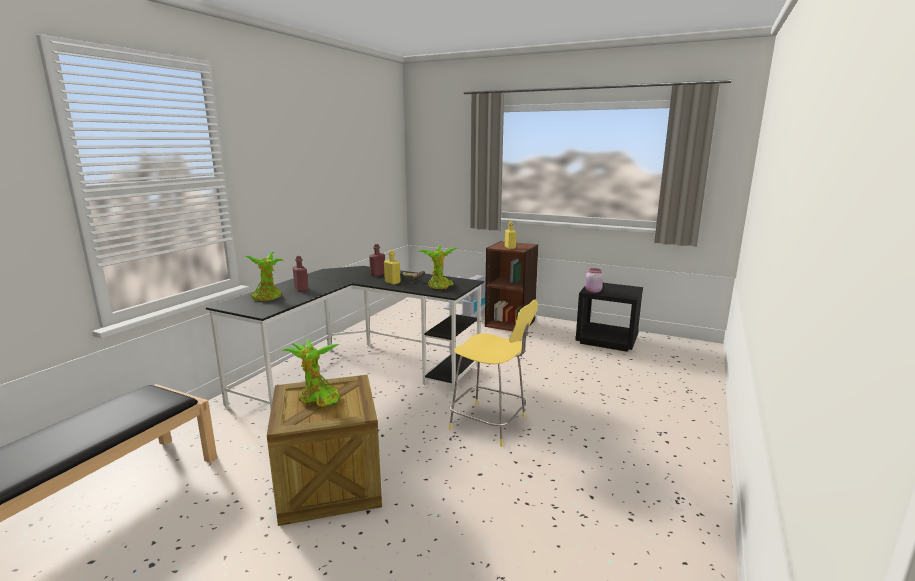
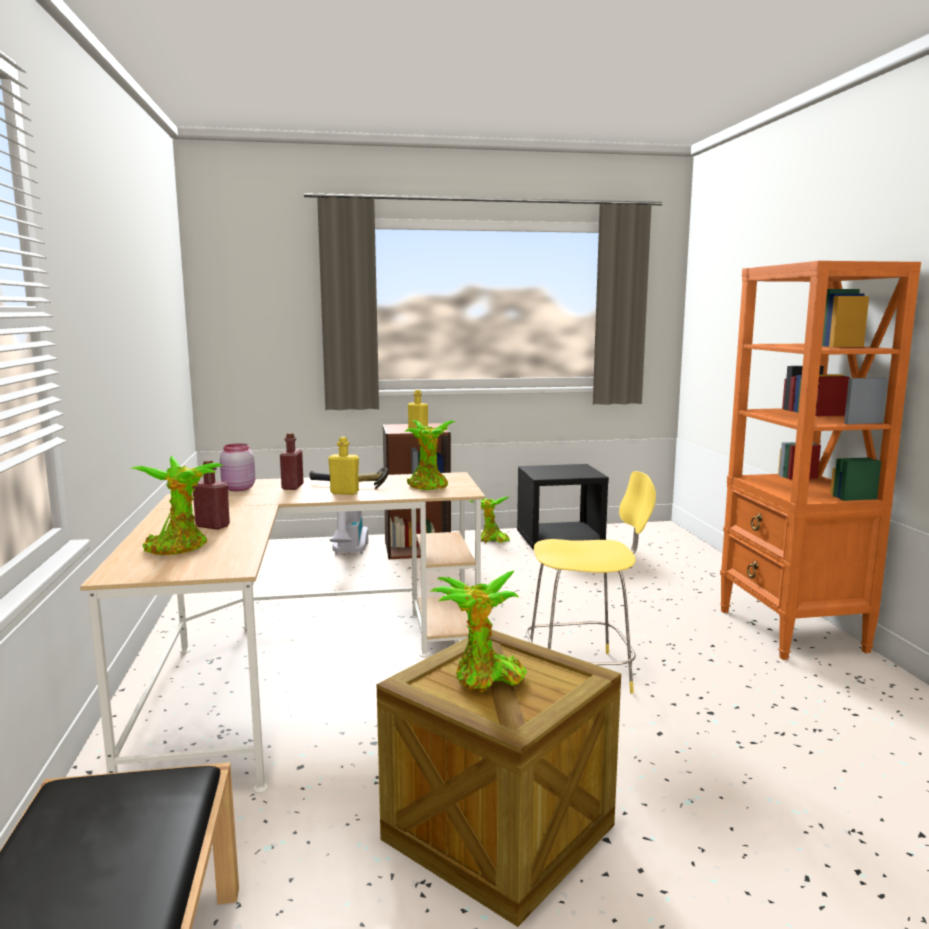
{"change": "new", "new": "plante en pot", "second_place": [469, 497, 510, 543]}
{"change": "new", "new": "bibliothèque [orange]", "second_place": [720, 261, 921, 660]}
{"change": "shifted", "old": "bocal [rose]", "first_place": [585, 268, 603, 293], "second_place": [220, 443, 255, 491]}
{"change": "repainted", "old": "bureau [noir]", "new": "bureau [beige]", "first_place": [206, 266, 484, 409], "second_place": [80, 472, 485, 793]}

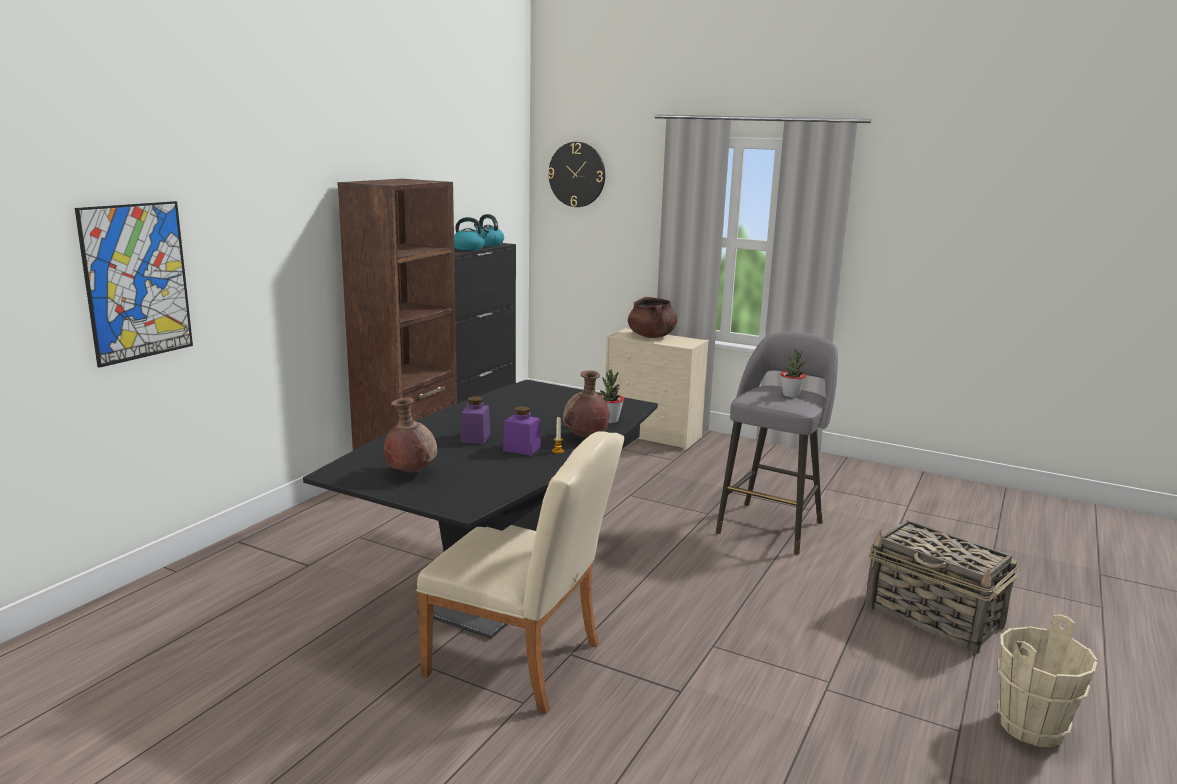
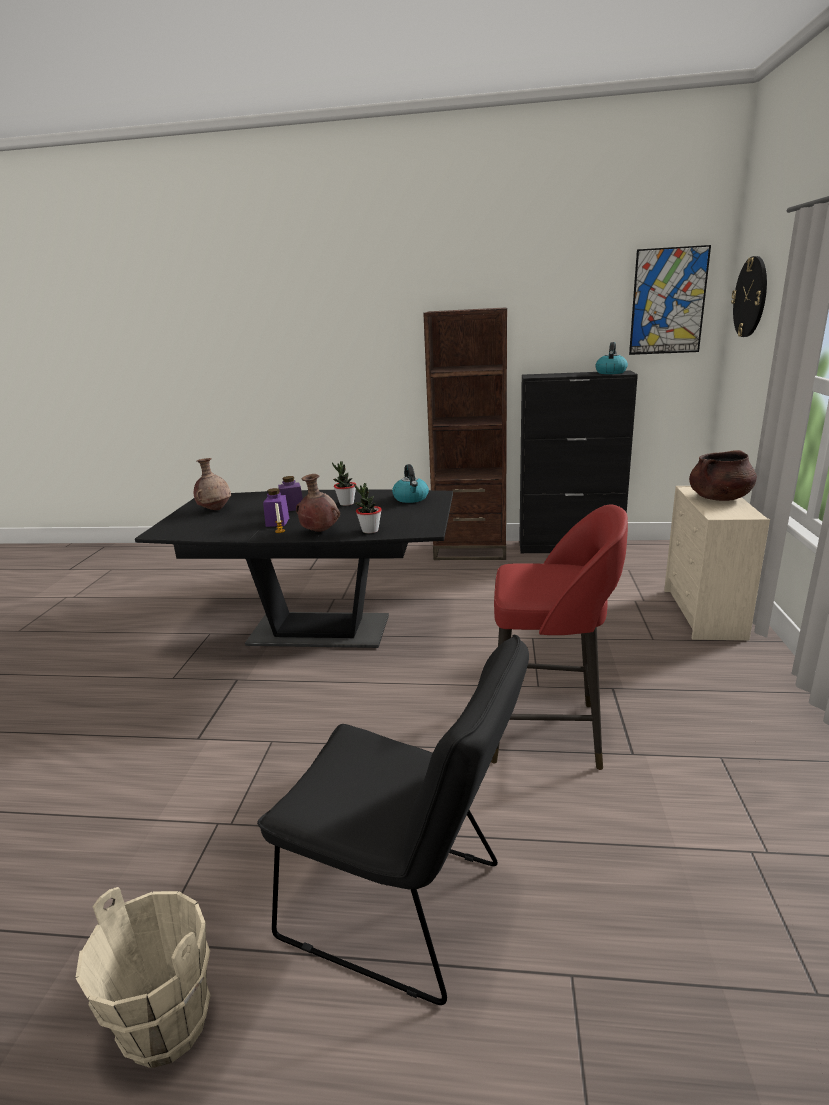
{"change": "gone", "old": "chaise [beige]", "first_place": [416, 431, 624, 714]}
{"change": "shifted", "old": "tableau", "first_place": [75, 201, 193, 368], "second_place": [629, 245, 711, 355]}
{"change": "shifted", "old": "bouilloire", "first_place": [454, 217, 489, 250], "second_place": [392, 464, 429, 503]}
{"change": "shifted", "old": "plante en pot", "first_place": [780, 349, 806, 397], "second_place": [332, 461, 356, 506]}
{"change": "swapped", "old": "panier", "new": "chaise [noir]", "first_place": [865, 520, 1019, 654], "second_place": [257, 635, 529, 1005]}
{"change": "repainted", "old": "tabouret [gris]", "new": "tabouret [rouge]", "first_place": [716, 332, 838, 555], "second_place": [491, 505, 628, 770]}

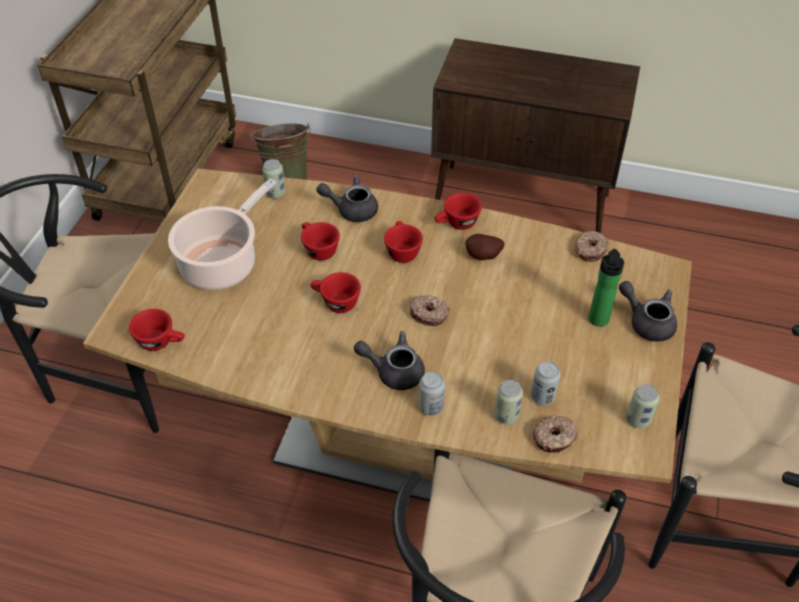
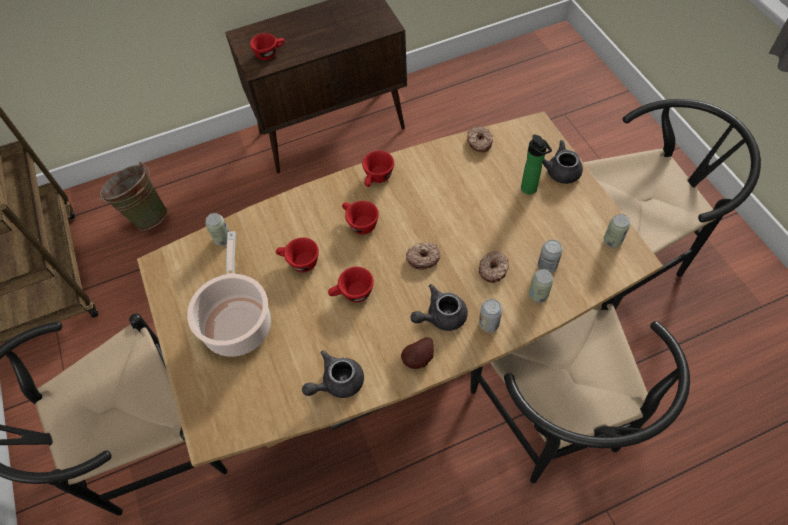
{"change": "shifted", "old": "tasse [rouge]", "first_place": [129, 309, 185, 351], "second_place": [250, 33, 285, 60]}
{"change": "shifted", "old": "théière [gris]", "first_place": [316, 175, 378, 222], "second_place": [302, 350, 364, 398]}
{"change": "shifted", "old": "pomme de terre", "first_place": [466, 234, 504, 260], "second_place": [401, 337, 434, 369]}
{"change": "shifted", "old": "beignet", "first_place": [533, 416, 579, 453], "second_place": [479, 251, 509, 283]}

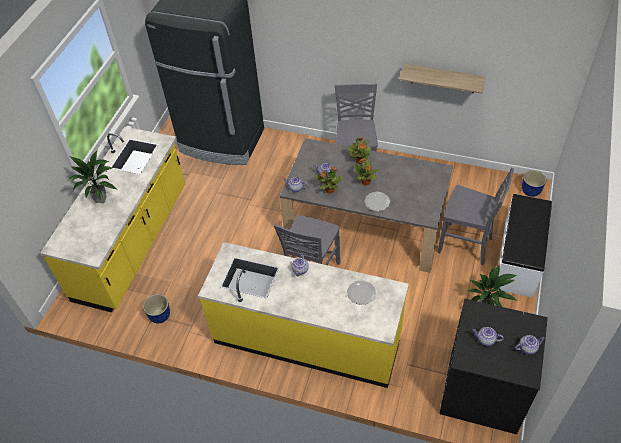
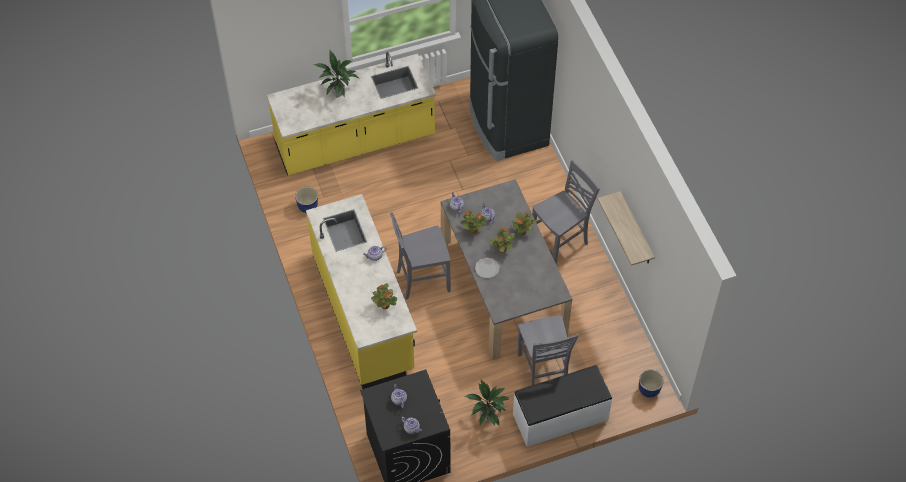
{"change": "swapped", "old": "assiette", "new": "plante en pot", "first_place": [347, 280, 376, 305], "second_place": [371, 283, 397, 309]}

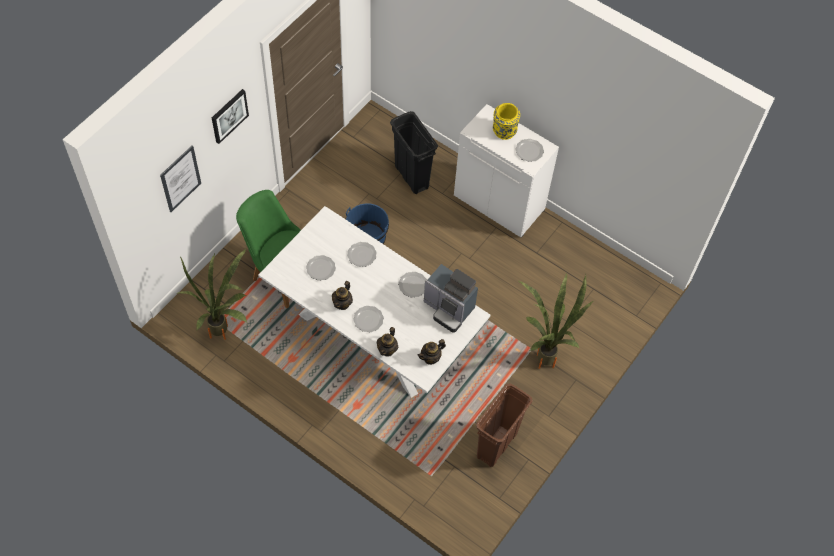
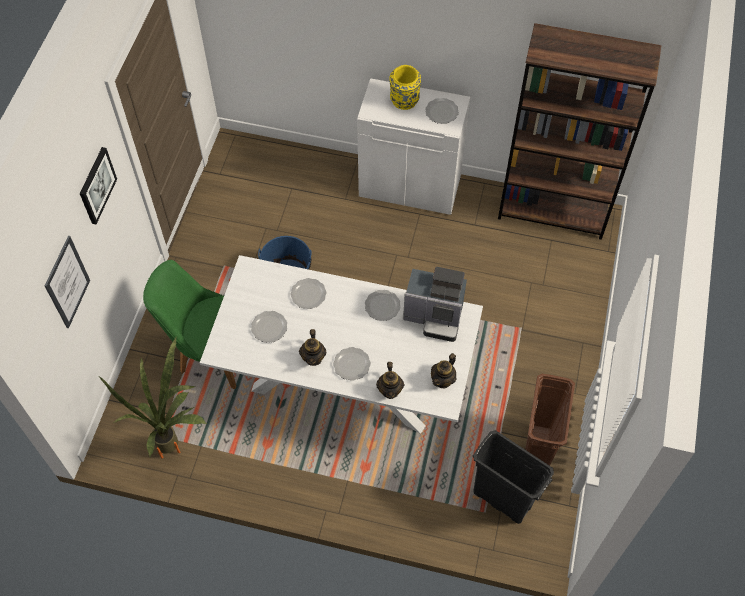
{"change": "gone", "old": "plante en pot", "first_place": [519, 273, 593, 369]}
{"change": "new", "new": "bibliothèque [marron]", "second_place": [498, 23, 662, 240]}
{"change": "shifted", "old": "poubelle [noir]", "first_place": [390, 111, 438, 194], "second_place": [473, 430, 554, 524]}

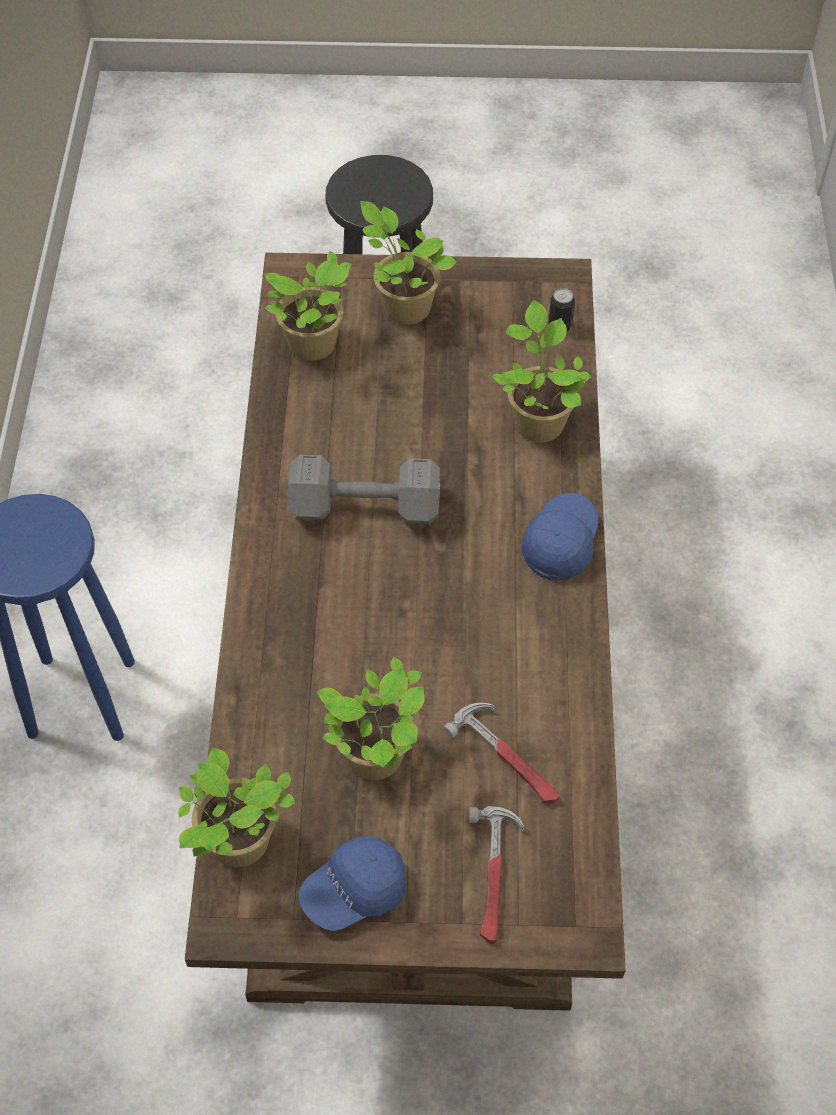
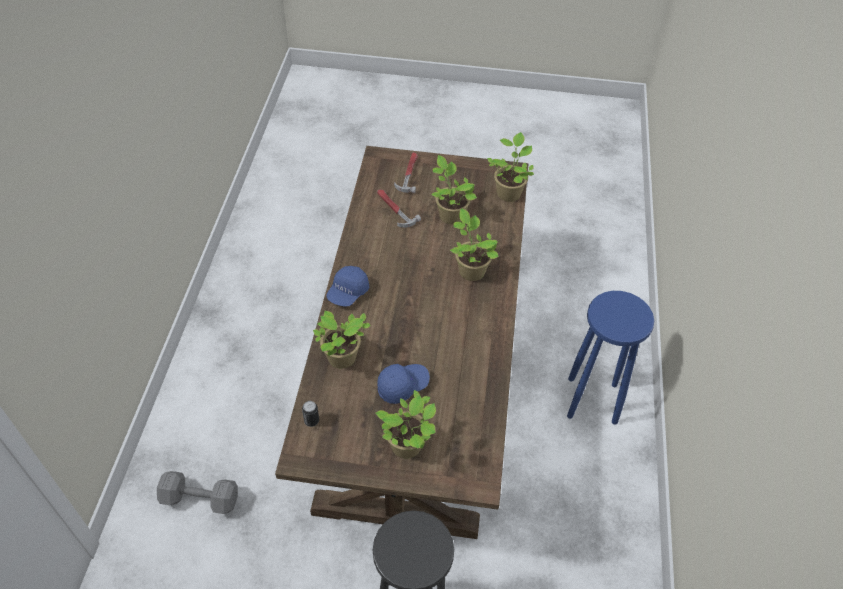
{"change": "shifted", "old": "plante en pot", "first_place": [264, 251, 352, 361], "second_place": [450, 208, 499, 281]}
{"change": "shifted", "old": "haltère [gris]", "first_place": [288, 455, 440, 525], "second_place": [157, 471, 238, 514]}
{"change": "shifted", "old": "casquette [bleu]", "first_place": [299, 836, 406, 931], "second_place": [377, 364, 430, 404]}

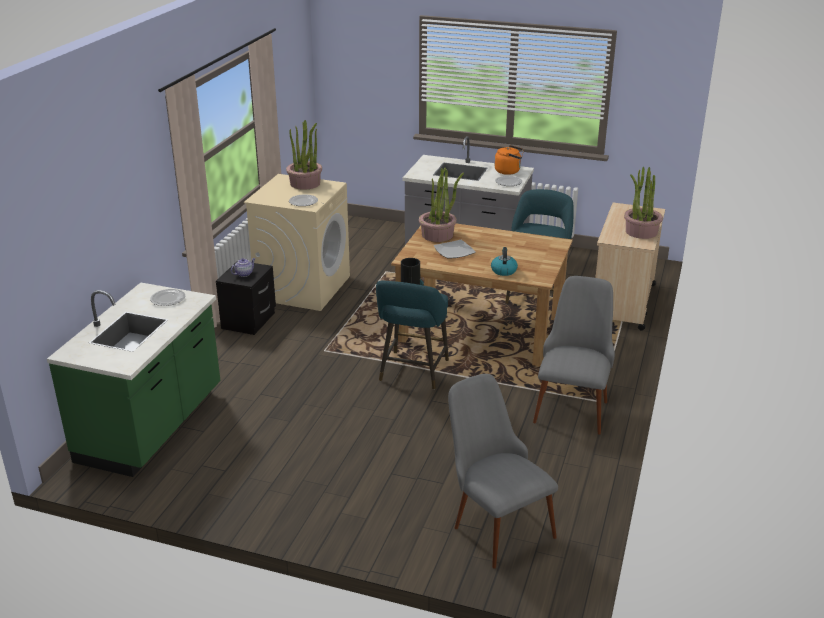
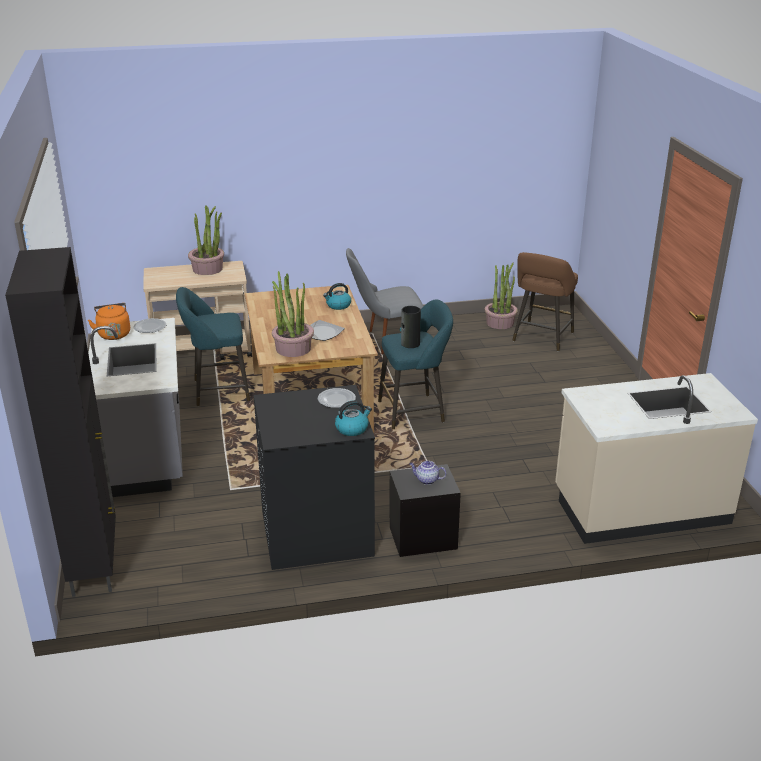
{"change": "gone", "old": "assiette", "first_place": [150, 289, 185, 306]}
{"change": "new", "new": "meuble de rangement [noir]", "second_place": [5, 247, 116, 597]}
{"change": "new", "new": "bouilloire", "second_place": [335, 400, 372, 436]}
{"change": "shifted", "old": "plante en pot", "first_place": [286, 120, 322, 190], "second_place": [485, 263, 518, 329]}
{"change": "swapped", "old": "chaise [gris]", "new": "tabouret [marron]", "first_place": [448, 374, 558, 568], "second_place": [512, 252, 578, 351]}
{"change": "repainted", "old": "comptoir de cuisine [vert]", "new": "comptoir de cuisine [beige]", "first_place": [47, 283, 221, 477], "second_place": [555, 373, 758, 544]}
{"change": "repainted", "old": "lave-linge [beige]", "new": "lave-linge [noir]", "first_place": [244, 174, 350, 311], "second_place": [254, 385, 375, 570]}

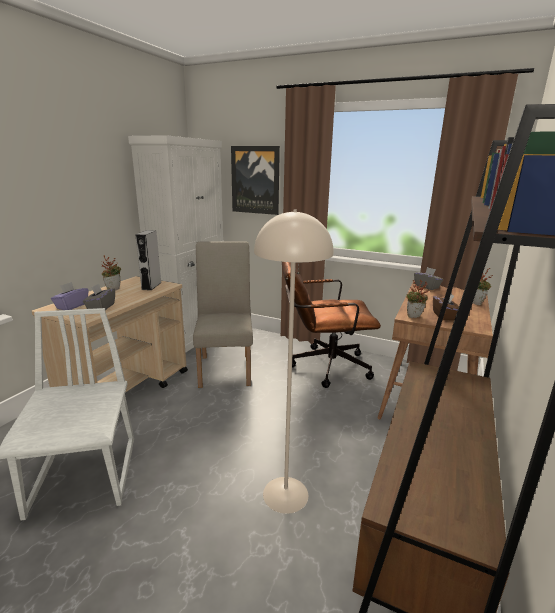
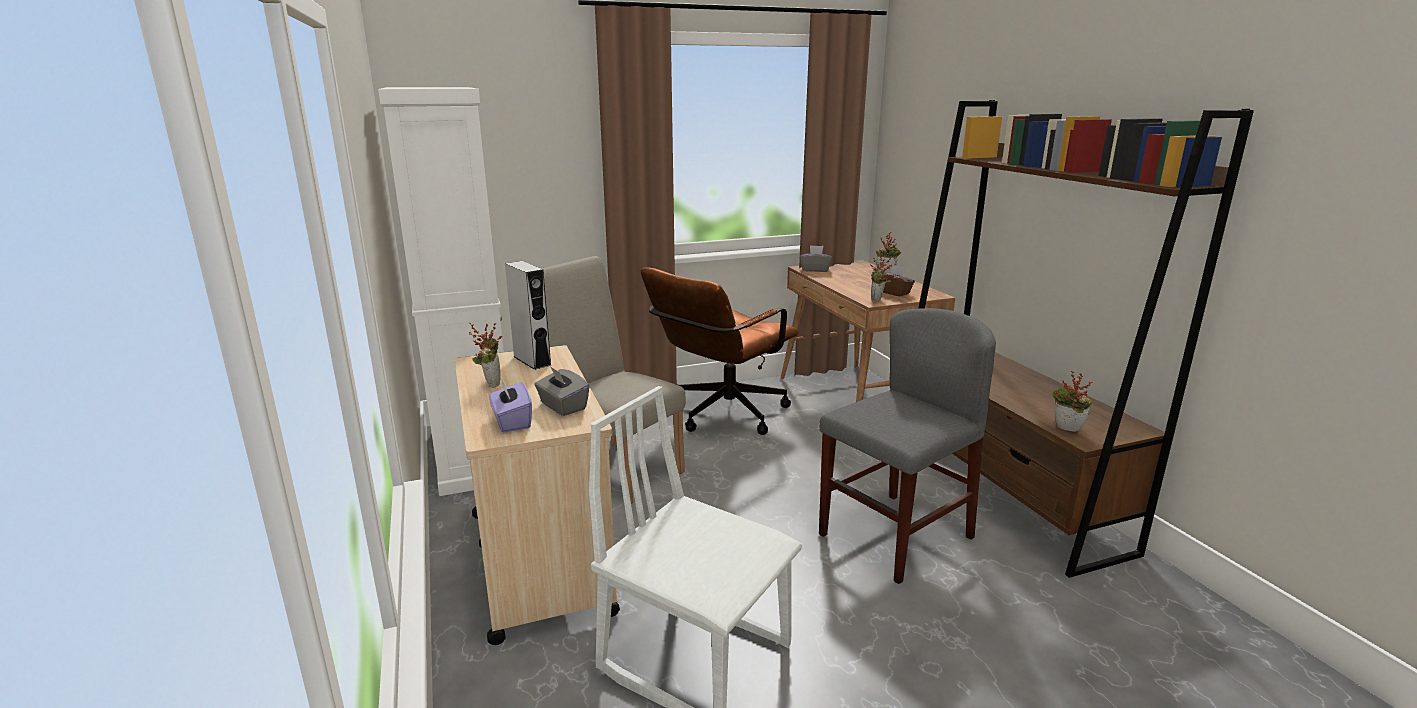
{"change": "gone", "old": "tableau", "first_place": [231, 146, 280, 215]}
{"change": "new", "new": "plante en pot", "second_place": [1052, 371, 1093, 432]}
{"change": "swapped", "old": "lampadaire [beige]", "new": "chaise [gris]", "first_place": [254, 210, 334, 514], "second_place": [819, 308, 996, 584]}

